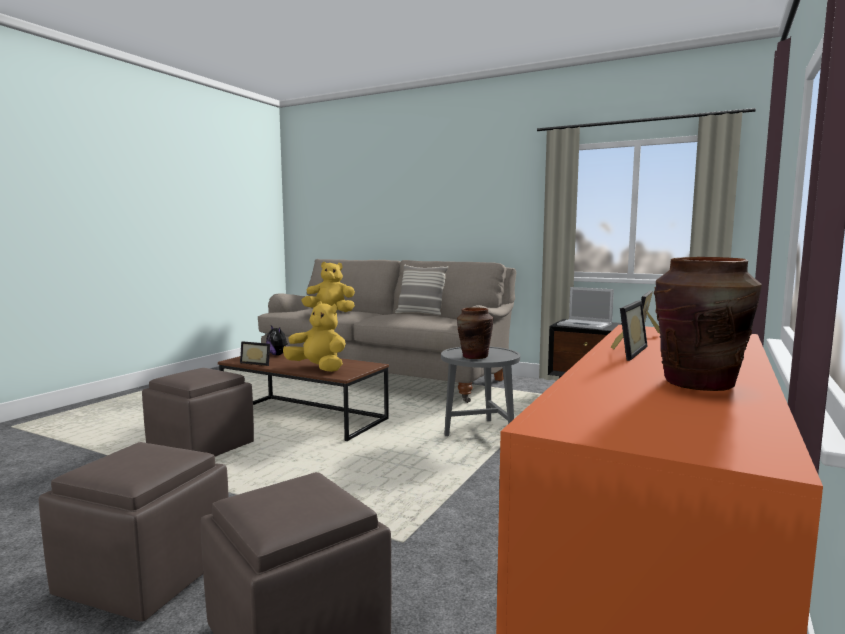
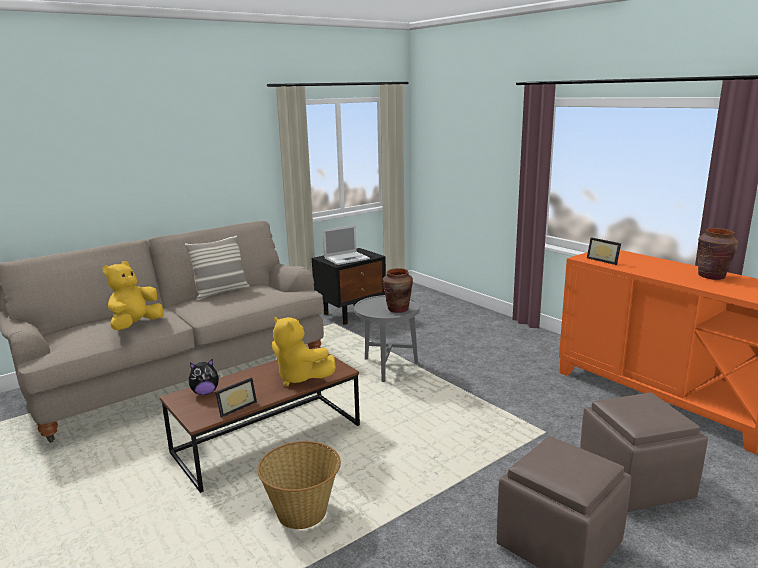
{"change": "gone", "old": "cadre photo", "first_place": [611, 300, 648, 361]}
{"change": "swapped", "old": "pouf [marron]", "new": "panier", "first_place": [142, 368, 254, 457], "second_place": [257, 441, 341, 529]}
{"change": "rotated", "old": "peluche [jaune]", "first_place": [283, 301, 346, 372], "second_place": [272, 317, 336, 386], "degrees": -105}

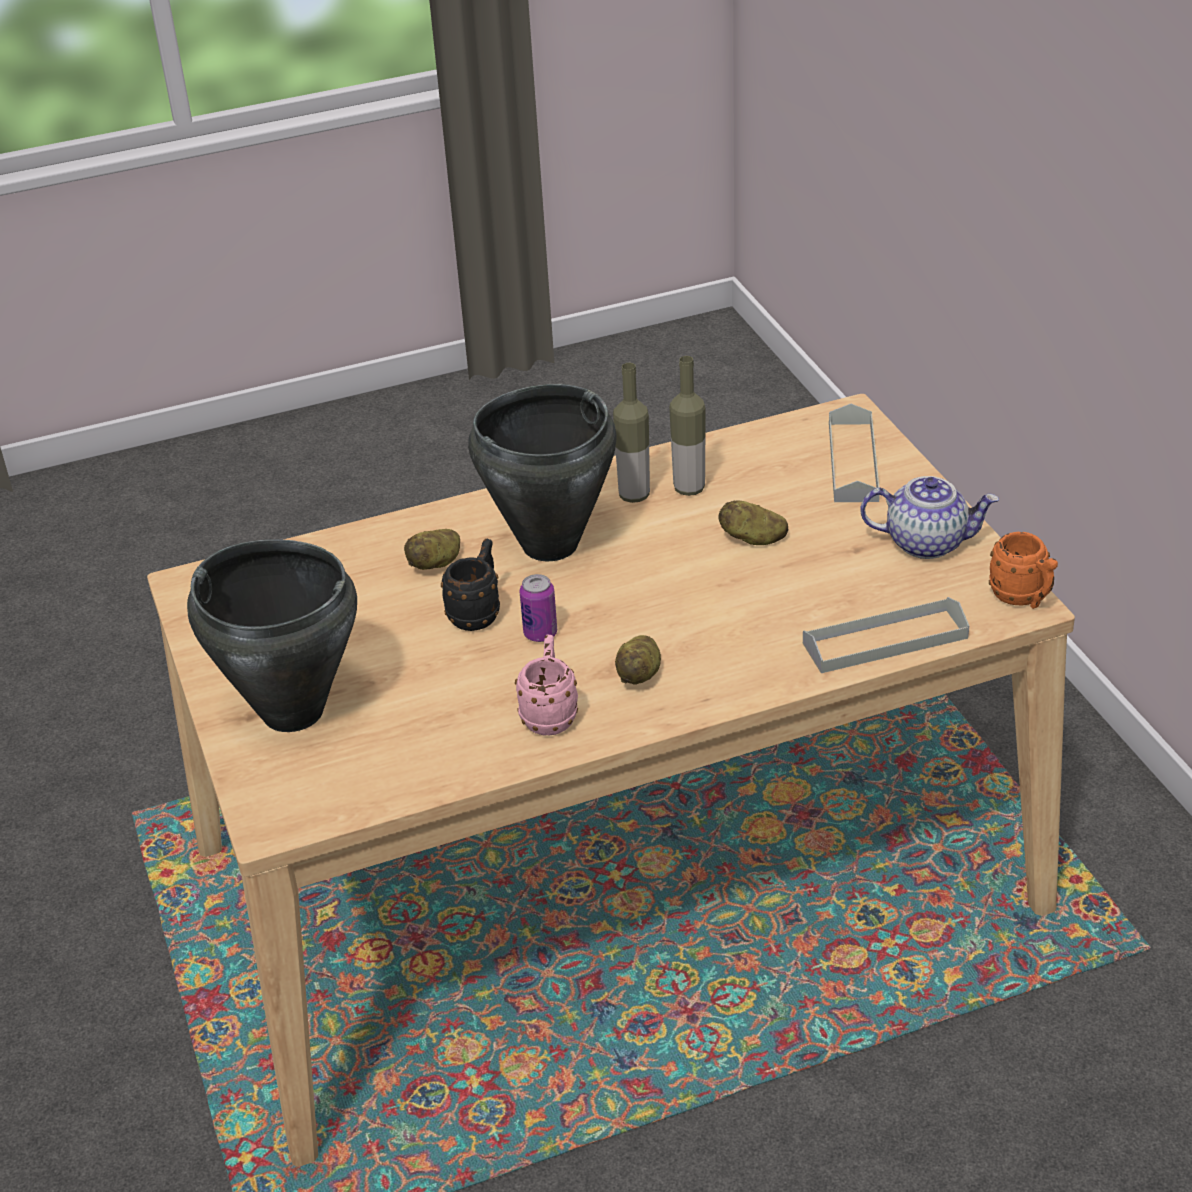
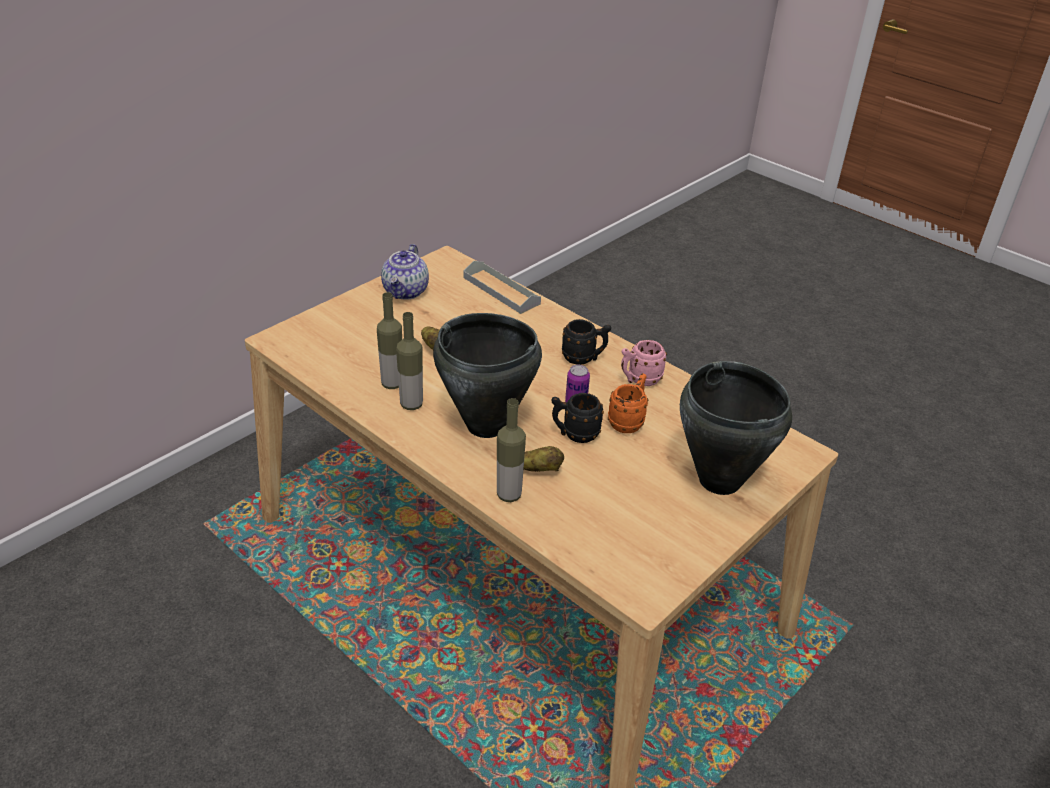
{"change": "gone", "old": "plateau [gris]", "first_place": [829, 404, 880, 502]}
{"change": "new", "new": "bouteille", "second_place": [497, 398, 526, 502]}
{"change": "shifted", "old": "mug [orange]", "first_place": [989, 532, 1058, 609], "second_place": [608, 373, 648, 433]}
{"change": "swapped", "old": "pomme de terre", "new": "mug [noir]", "first_place": [615, 635, 661, 685], "second_place": [562, 319, 611, 365]}
{"change": "rotated", "old": "théière", "first_place": [860, 476, 999, 559], "second_place": [381, 244, 429, 300], "degrees": -150}

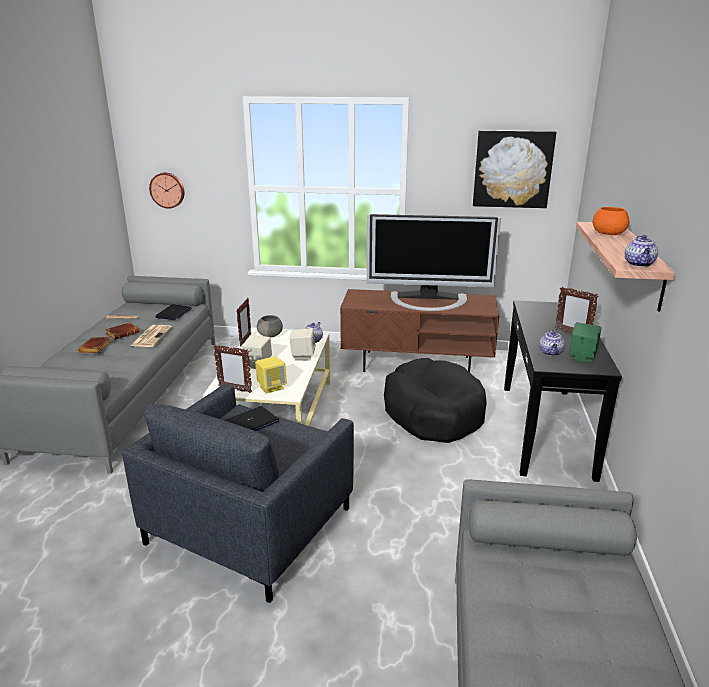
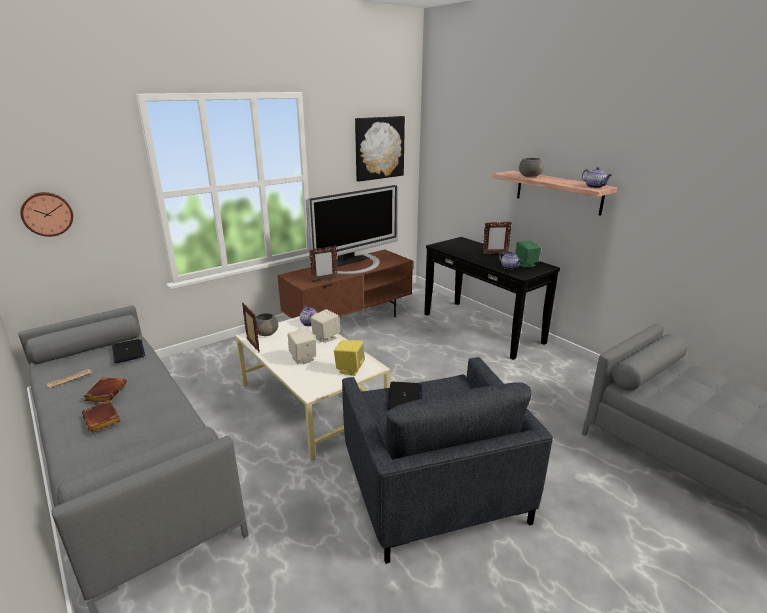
{"change": "gone", "old": "journal", "first_place": [130, 325, 172, 347]}
{"change": "gone", "old": "panier pour chien [noir]", "first_place": [384, 358, 487, 443]}
{"change": "shifted", "old": "cadre photo", "first_place": [213, 345, 252, 393], "second_place": [309, 246, 338, 282]}
{"change": "repainted", "old": "bol [orange]", "new": "bol [gris]", "first_place": [593, 207, 629, 235], "second_place": [519, 158, 544, 177]}

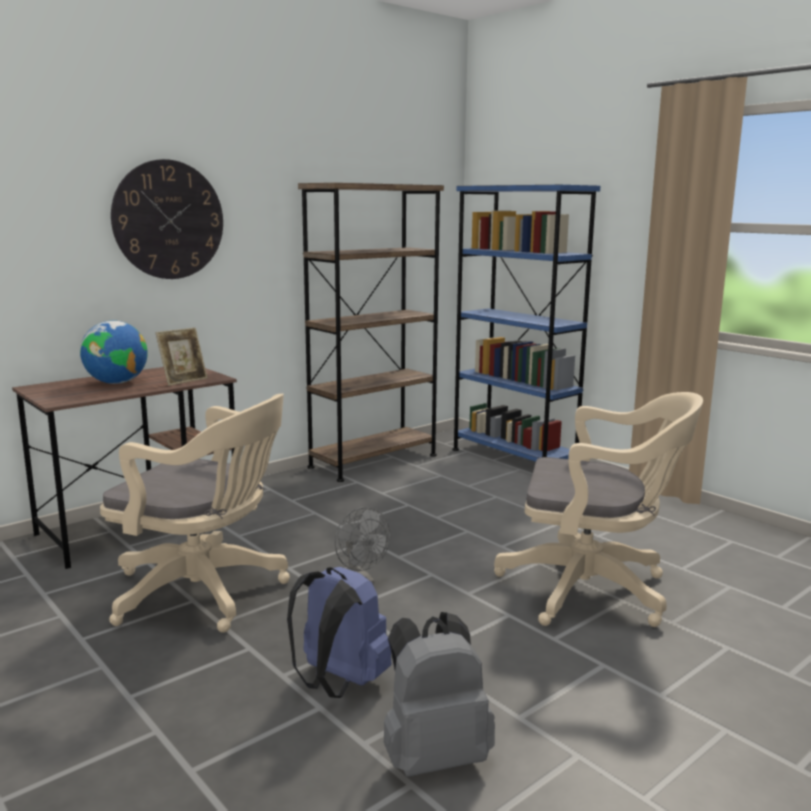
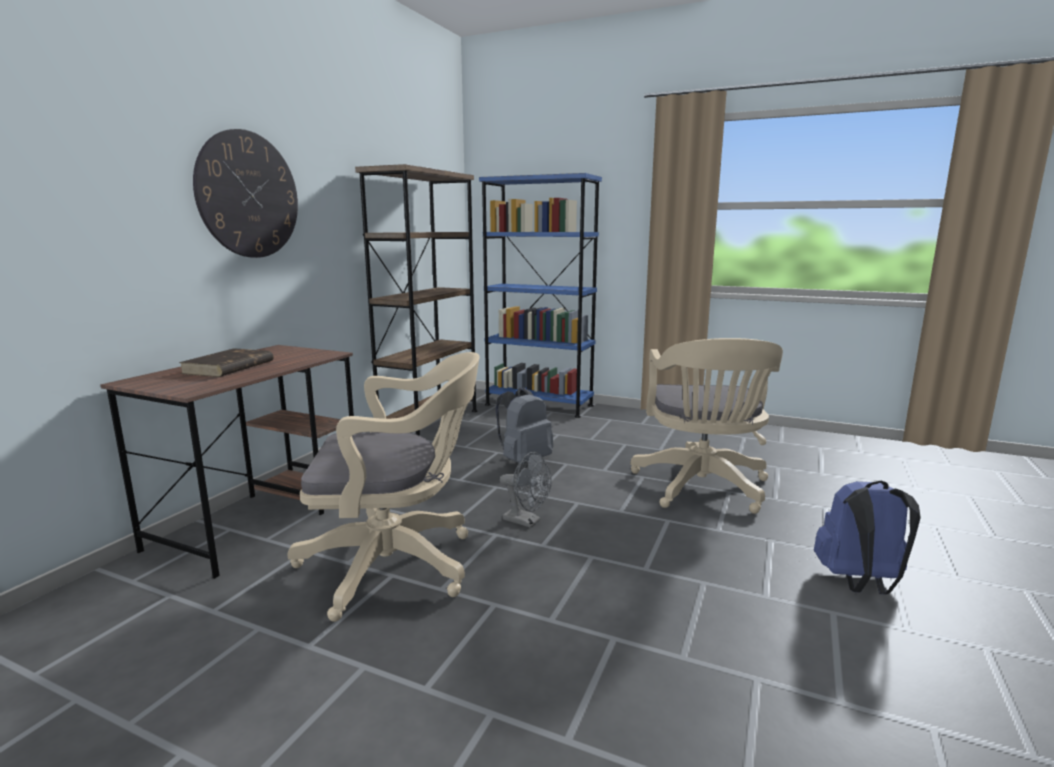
{"change": "gone", "old": "cadre photo", "first_place": [156, 328, 208, 386]}
{"change": "shifted", "old": "sac à dos [bleu]", "first_place": [287, 567, 392, 698], "second_place": [814, 480, 921, 594]}
{"change": "shifted", "old": "sac à dos [gris]", "first_place": [384, 612, 495, 777], "second_place": [496, 387, 553, 464]}
{"change": "swapped", "old": "globe", "new": "livre [marron]", "first_place": [80, 320, 148, 384], "second_place": [179, 348, 274, 377]}
{"change": "rotated", "old": "chaise de bureau [beige]", "first_place": [494, 392, 703, 627], "second_place": [630, 338, 783, 514], "degrees": 105}

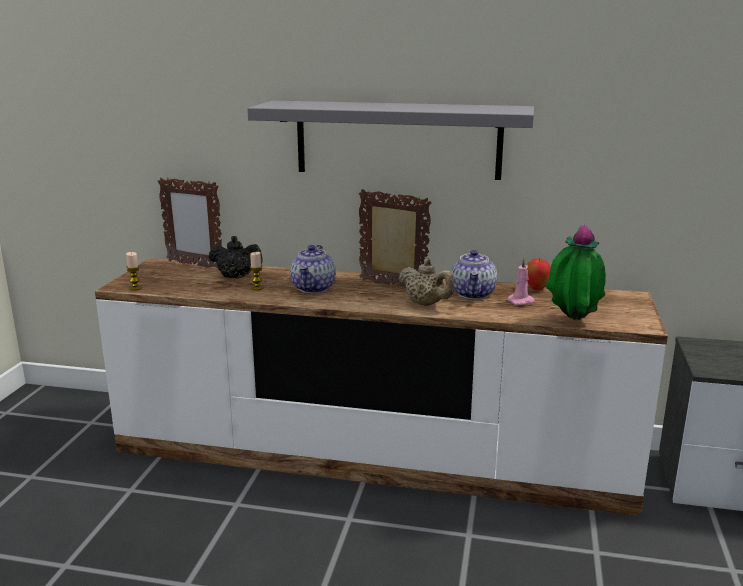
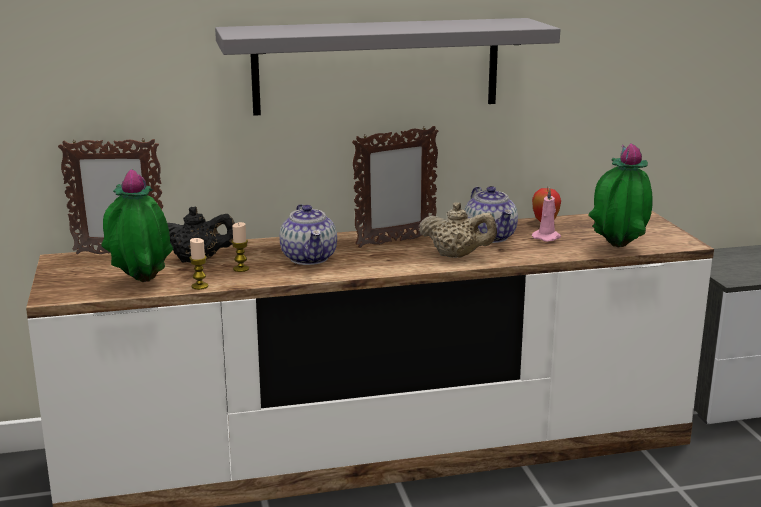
{"change": "new", "new": "plante en pot", "second_place": [101, 169, 173, 282]}
{"change": "shifted", "old": "bougie", "first_place": [126, 252, 142, 291], "second_place": [189, 238, 208, 290]}
{"change": "rotated", "old": "cadre photo", "first_place": [359, 189, 432, 288], "second_place": [352, 126, 438, 248], "degrees": 150}

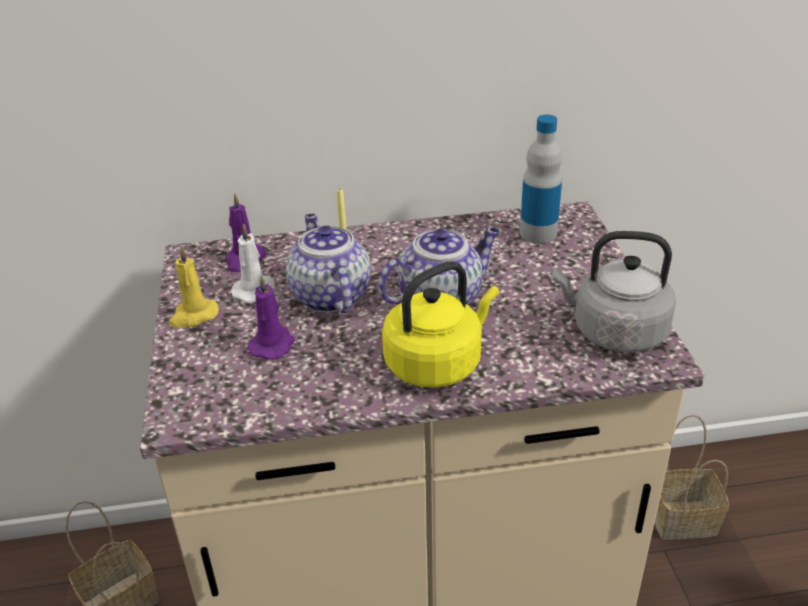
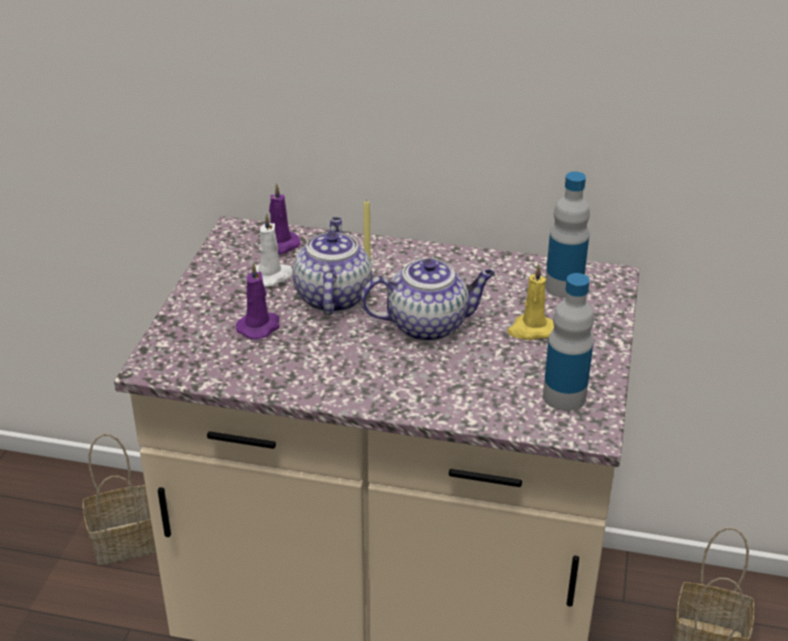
{"change": "gone", "old": "bouilloire [jaune]", "first_place": [382, 262, 499, 388]}
{"change": "shifted", "old": "bougie [jaune]", "first_place": [169, 245, 219, 328], "second_place": [507, 264, 554, 340]}
{"change": "swapped", "old": "bouilloire [gris]", "new": "bouteille", "first_place": [552, 231, 676, 352], "second_place": [543, 273, 594, 411]}

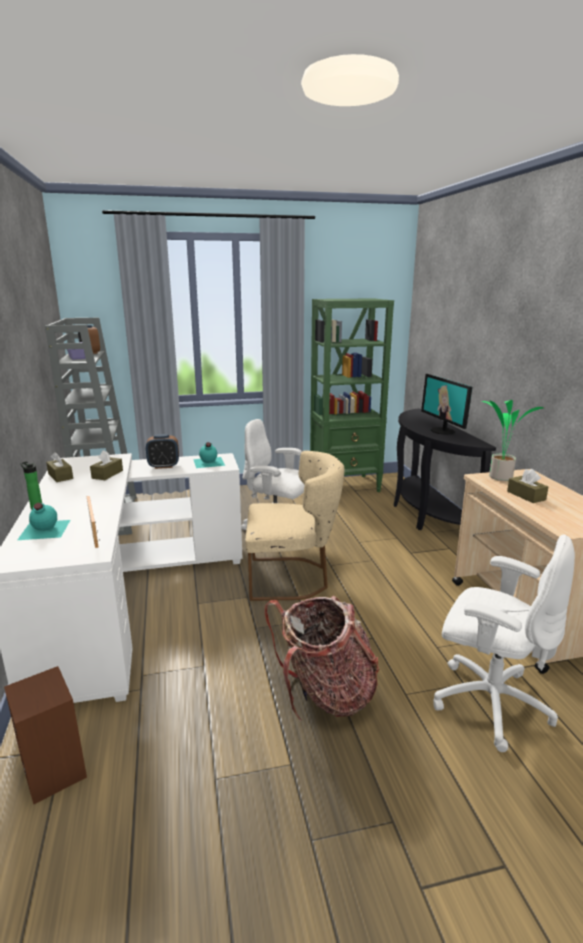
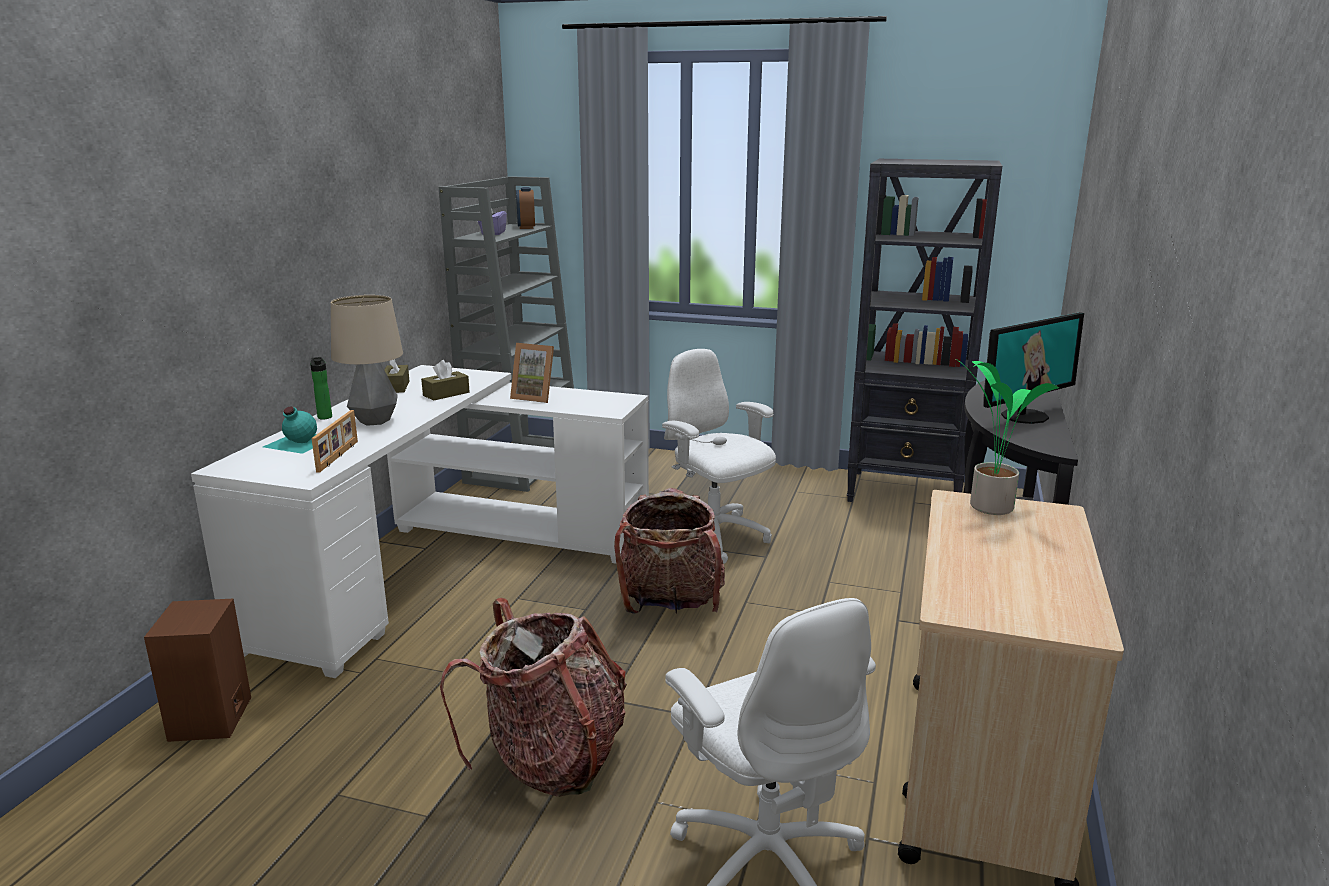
{"change": "gone", "old": "bouteille [turquoise]", "first_place": [193, 442, 225, 468]}
{"change": "gone", "old": "boîte à mouchoirs [marron]", "first_place": [507, 469, 548, 503]}
{"change": "new", "new": "lampe de table", "second_place": [331, 295, 403, 426]}
{"change": "swapped", "old": "réveil", "new": "cadre photo", "first_place": [146, 434, 179, 469], "second_place": [510, 343, 554, 403]}
{"change": "swapped", "old": "chaise [beige]", "new": "sac à dos", "first_place": [245, 451, 345, 601], "second_place": [614, 488, 725, 614]}
{"change": "repainted", "old": "bibliothèque [vert]", "new": "bibliothèque [noir]", "first_place": [310, 298, 394, 492], "second_place": [847, 159, 1002, 502]}
{"change": "rotated", "old": "écran d'ordinateur", "first_place": [421, 374, 472, 435], "second_place": [983, 312, 1084, 424], "degrees": -135}

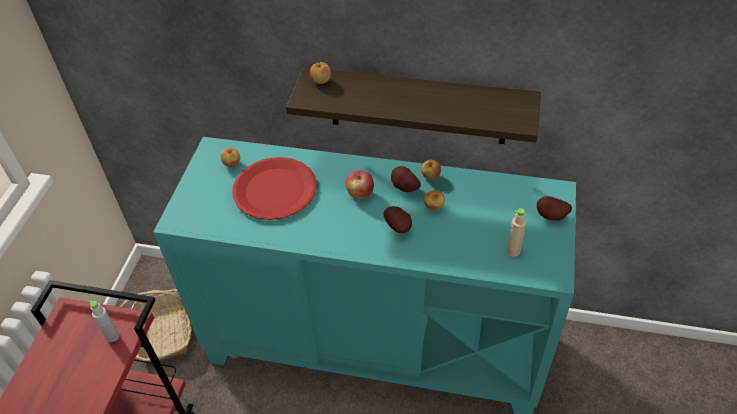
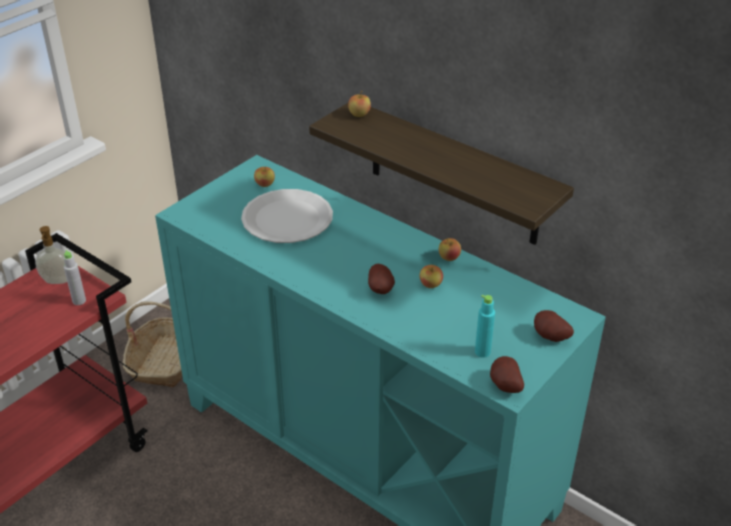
{"change": "gone", "old": "pomme", "first_place": [346, 170, 374, 199]}
{"change": "new", "new": "distributeur de savon", "second_place": [35, 226, 67, 284]}
{"change": "shifted", "old": "pomme de terre", "first_place": [391, 166, 421, 192], "second_place": [490, 356, 524, 393]}
{"change": "repainted", "old": "assiette [rouge]", "new": "assiette [blanc]", "first_place": [232, 157, 317, 220], "second_place": [241, 189, 333, 243]}
{"change": "repainted", "old": "bouteille [beige]", "new": "bouteille [turquoise]", "first_place": [507, 208, 526, 256], "second_place": [475, 295, 495, 358]}

